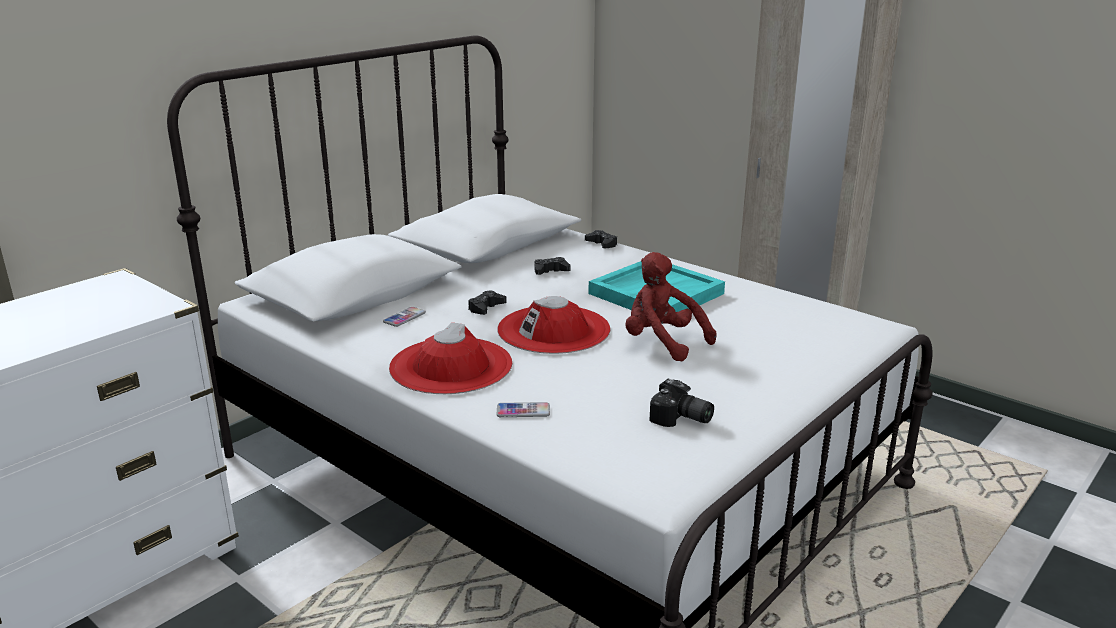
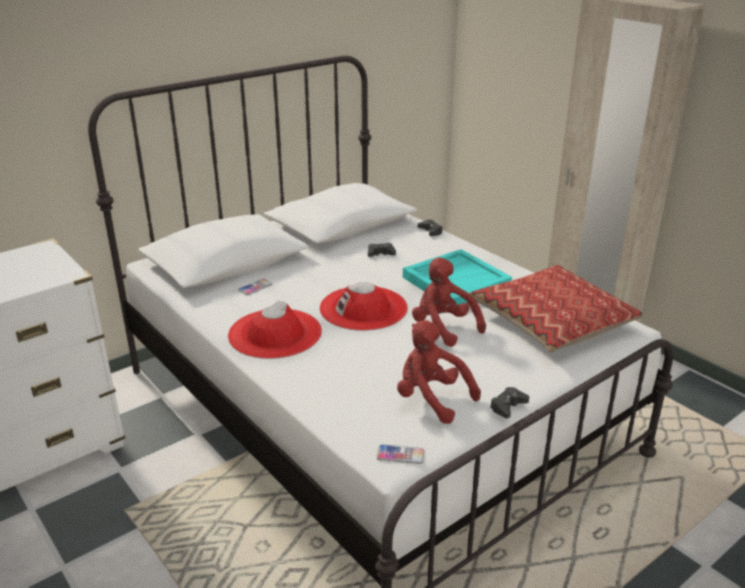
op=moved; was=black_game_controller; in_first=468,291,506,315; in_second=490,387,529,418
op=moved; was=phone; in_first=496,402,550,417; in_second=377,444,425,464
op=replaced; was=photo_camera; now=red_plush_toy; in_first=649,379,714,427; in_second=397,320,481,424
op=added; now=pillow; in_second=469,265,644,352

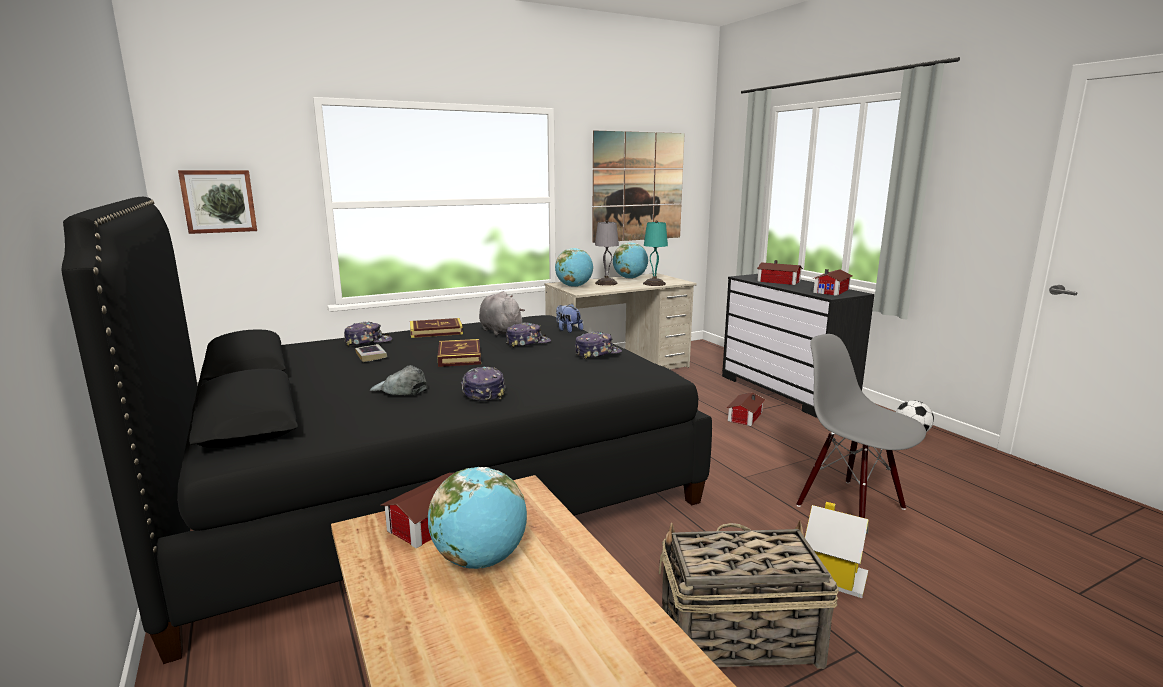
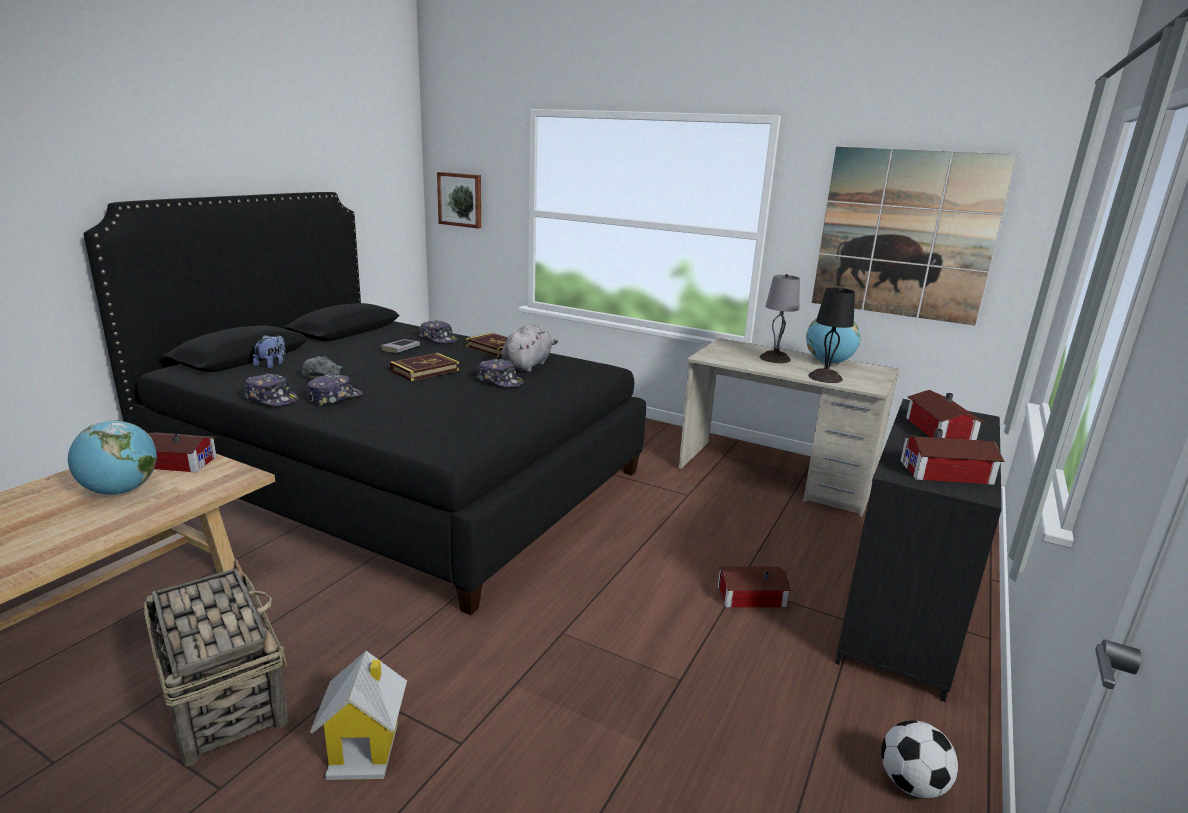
op=removed; was=globe; in_first=555,248,593,287
op=moved; was=plush_toy; in_first=556,304,583,333; in_second=253,335,285,368
op=moved; was=cap; in_first=575,332,622,359; in_second=244,373,298,406
op=recoloured; was=turquoise_table_lamp; now=black_table_lamp; in_first=643,220,668,286; in_second=808,287,855,383
op=removed; was=grey_chair; in_first=796,334,926,518

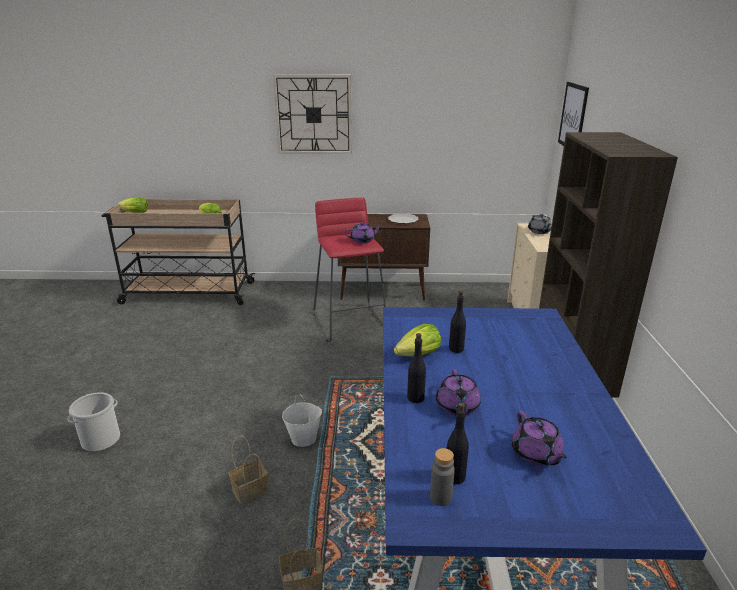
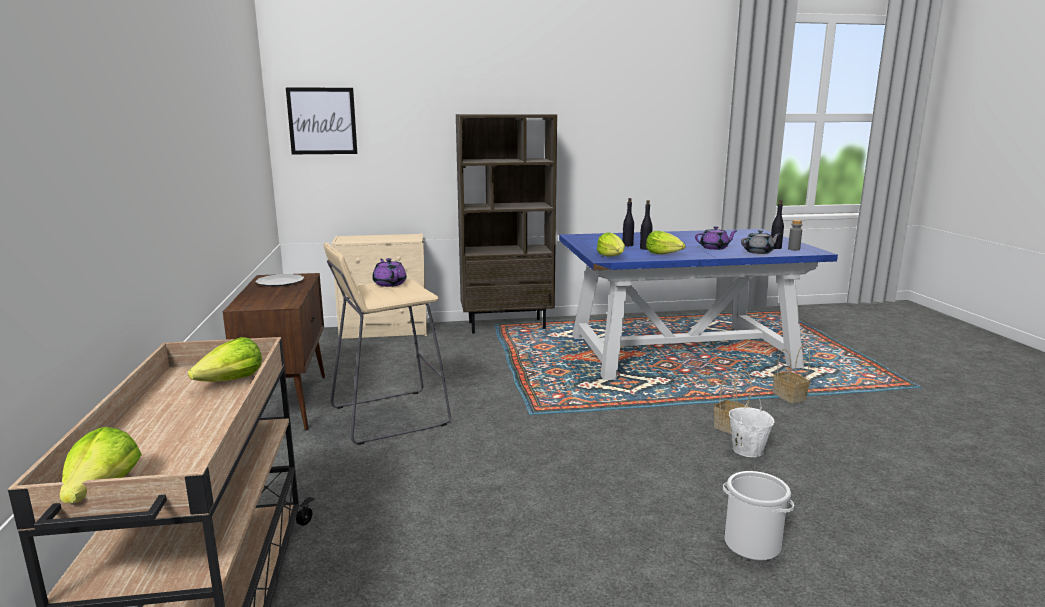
op=removed; was=wall_clock; in_first=273,75,352,154
op=moved; was=white_bucket; in_first=282,394,322,447; in_second=729,393,774,457
op=recoloured; was=red_stool; now=beige_stool; in_first=313,197,386,342; in_second=323,243,451,445
op=moved; was=black_bottle; in_first=407,333,426,403; in_second=623,198,634,246
op=removed; was=purple_teapot; in_first=511,411,567,465
op=moved; was=grey_teapot; in_first=528,214,552,234; in_second=741,230,781,254
op=added; now=lettuce; in_second=597,232,625,257

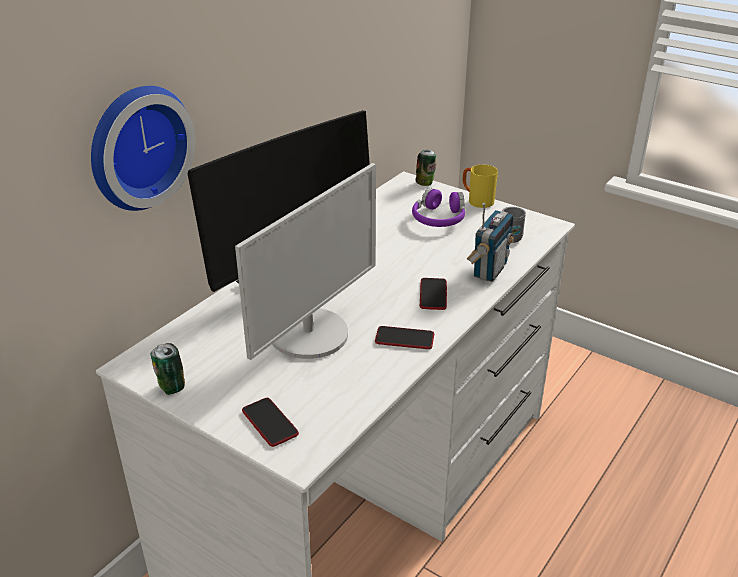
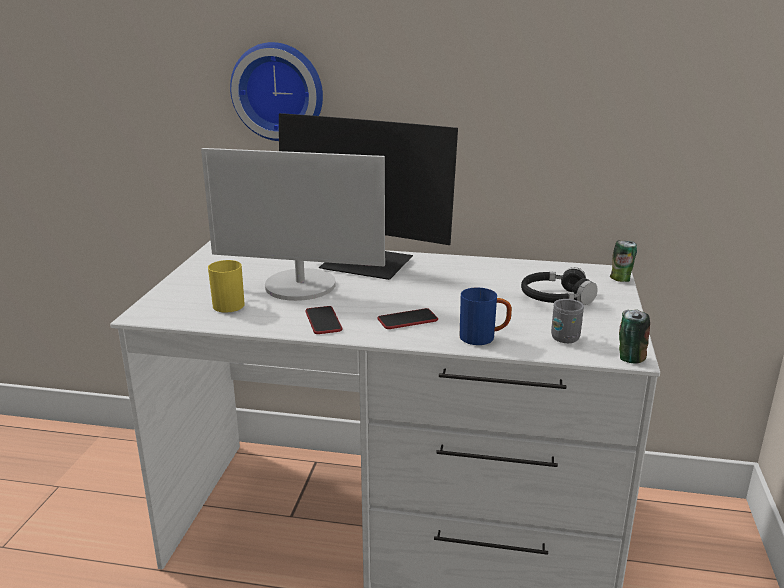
op=moved; was=can; in_first=151,343,185,395; in_second=619,309,650,364
op=removed; was=phone; in_first=242,398,299,447
op=recoloured; was=purple_headphones; now=black_headphones; in_first=412,188,465,227; in_second=521,267,598,305
op=moved; was=yellow_mug; in_first=463,165,498,208; in_second=208,260,245,313
op=replaced; was=radio; now=blue_mug; in_first=467,203,514,282; in_second=459,288,512,345

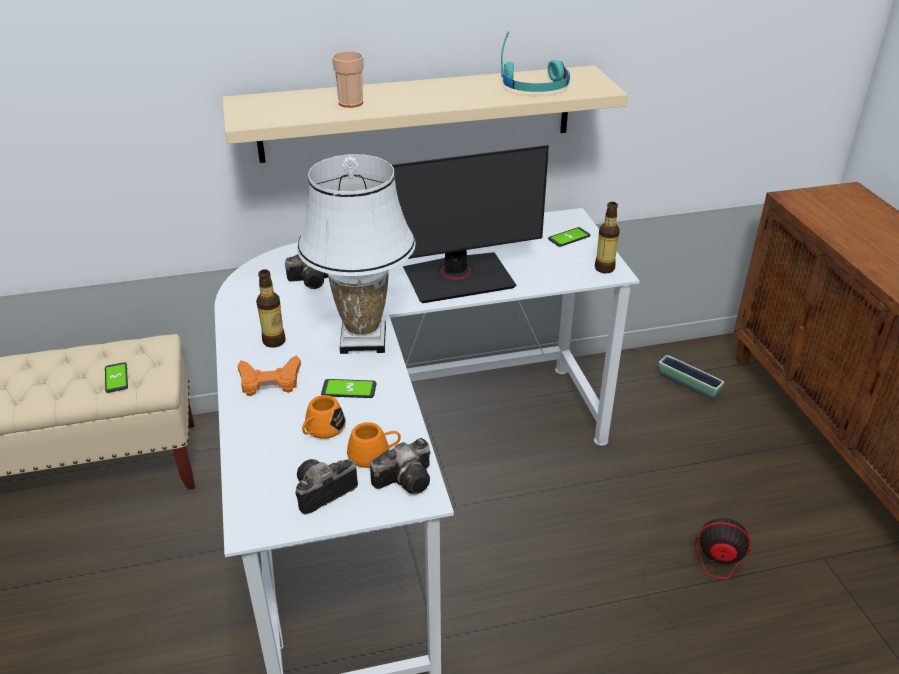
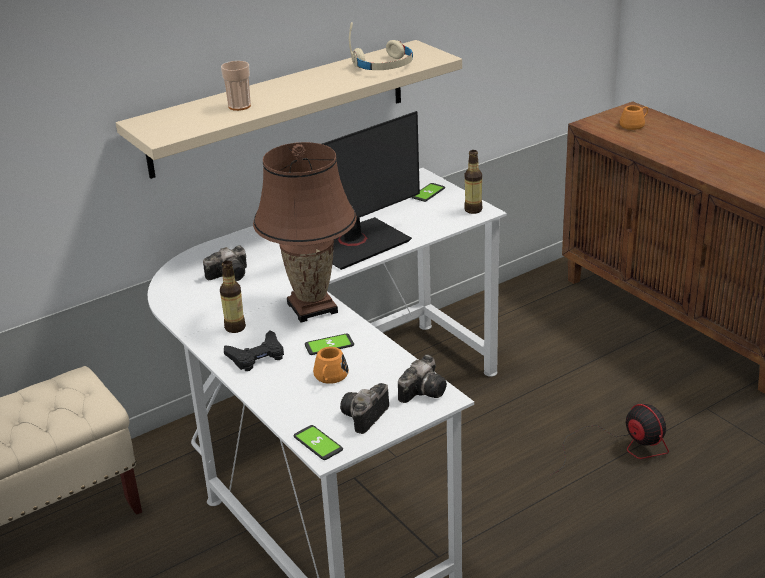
op=moved; was=phone; in_first=105,362,128,393; in_second=293,425,343,460
op=recoloured; was=orange_game_controller; now=black_game_controller; in_first=237,355,301,396; in_second=224,330,284,371
op=recoloured; was=white_table_lamp; now=brown_table_lamp; in_first=297,154,416,354; in_second=253,142,357,323
op=moved; was=orange_mug; in_first=347,422,401,468; in_second=620,105,648,130
op=recoloured; was=turquoise_headphones; now=beige_headphones; in_first=501,31,570,92; in_second=349,22,413,70
op=turned; was=fan; in_first=642,518,751,653; in_second=551,404,669,475; clockwise=60
op=removed; was=planter; in_first=659,355,724,399

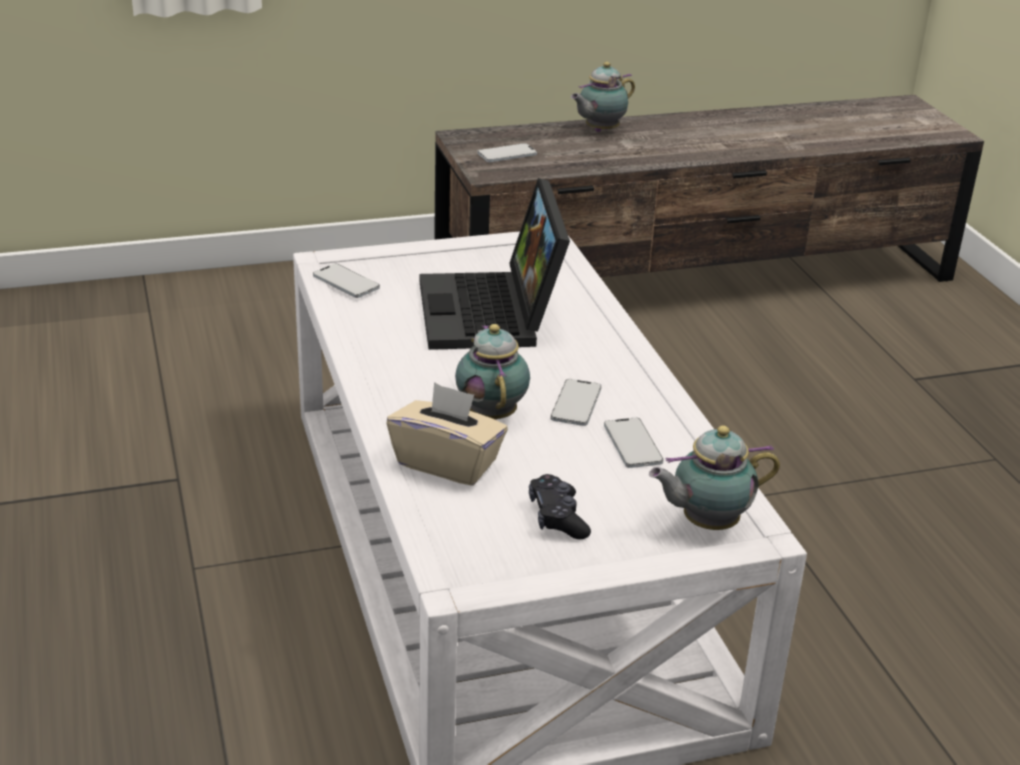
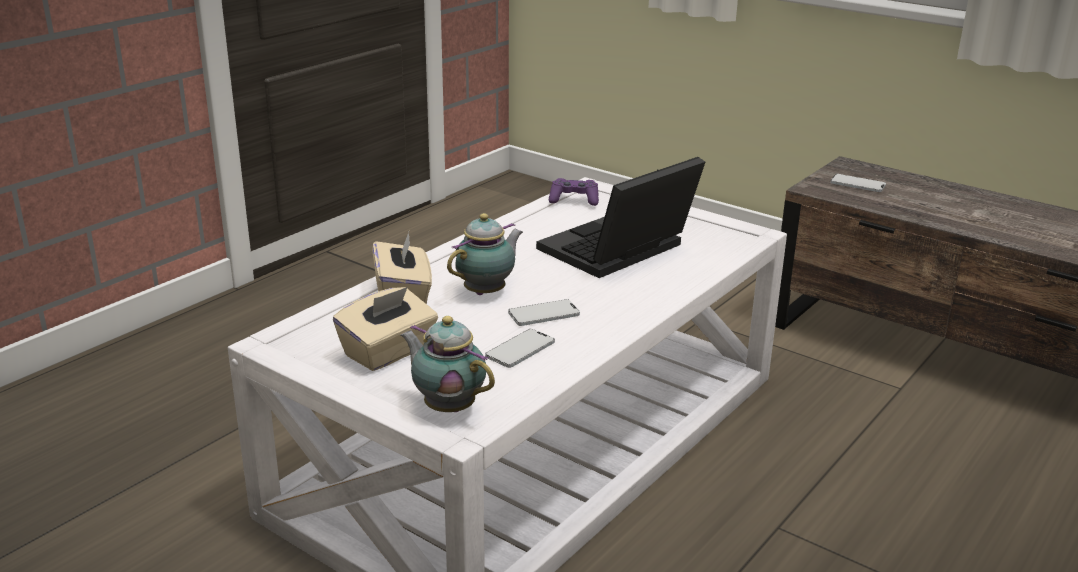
op=replaced; was=phone; now=purple_game_controller; in_first=313,263,380,298; in_second=549,178,599,206
op=replaced; was=black_game_controller; now=beige_tissue_box; in_first=529,474,591,539; in_second=333,287,438,371
op=removed; was=teapot; in_first=571,62,635,132

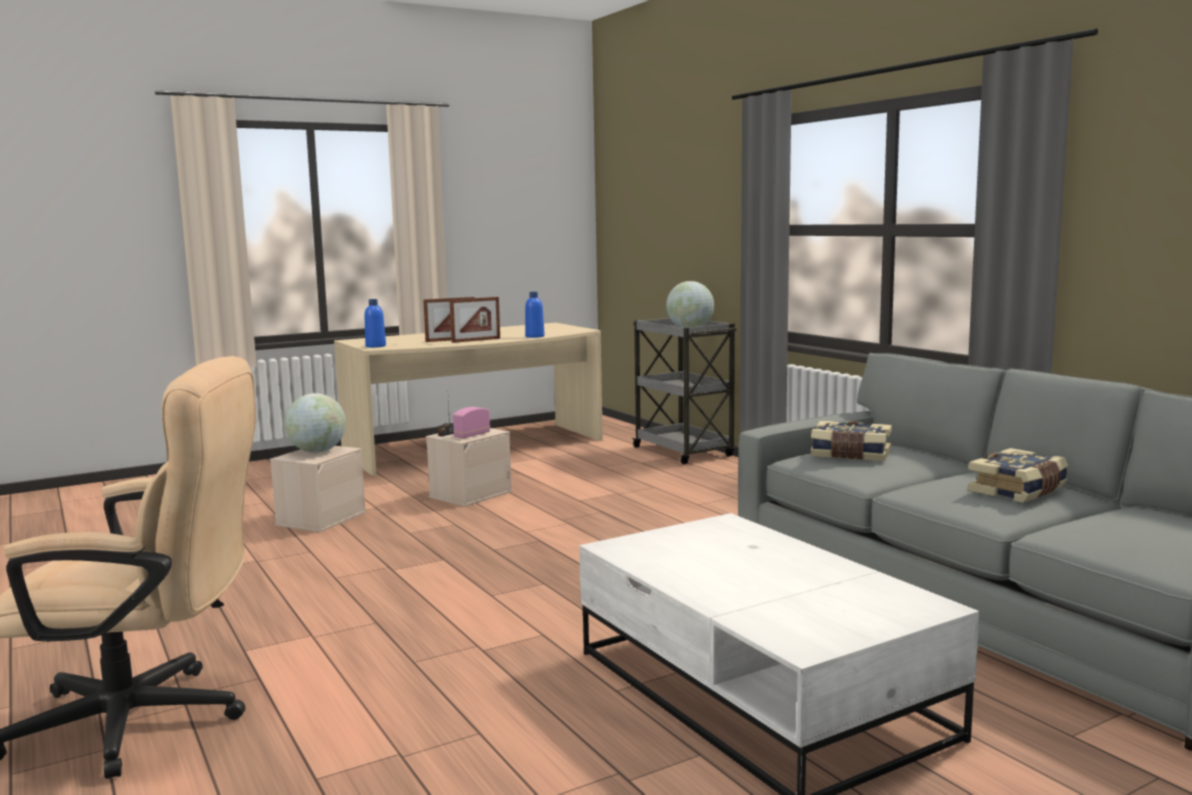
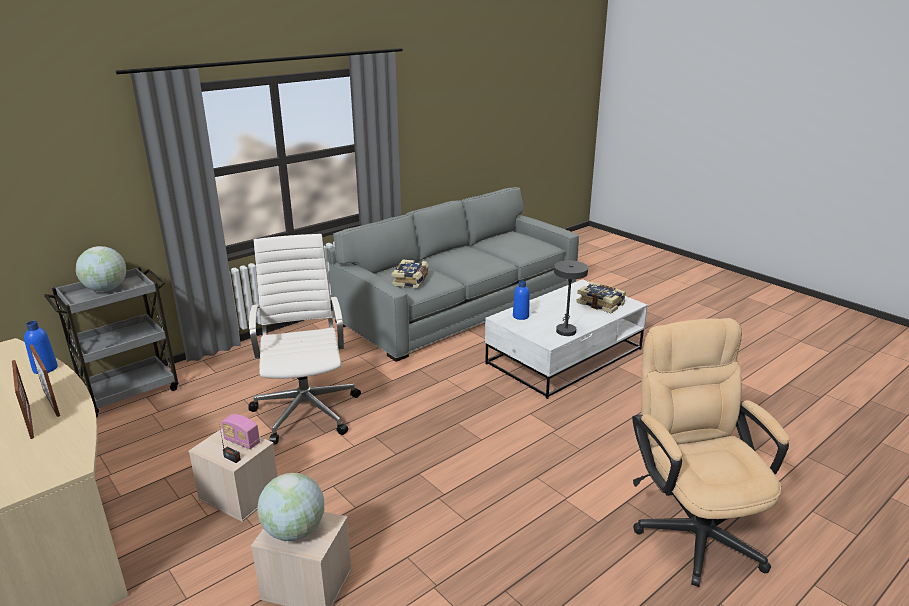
op=moved; was=blue_bottle; in_first=364,299,386,348; in_second=513,280,529,320
op=moved; was=book; in_first=967,448,1068,503; in_second=576,282,626,313
op=added; now=white_office_chair; in_second=249,234,361,445
op=added; now=grey_table_lamp; in_second=554,260,588,336

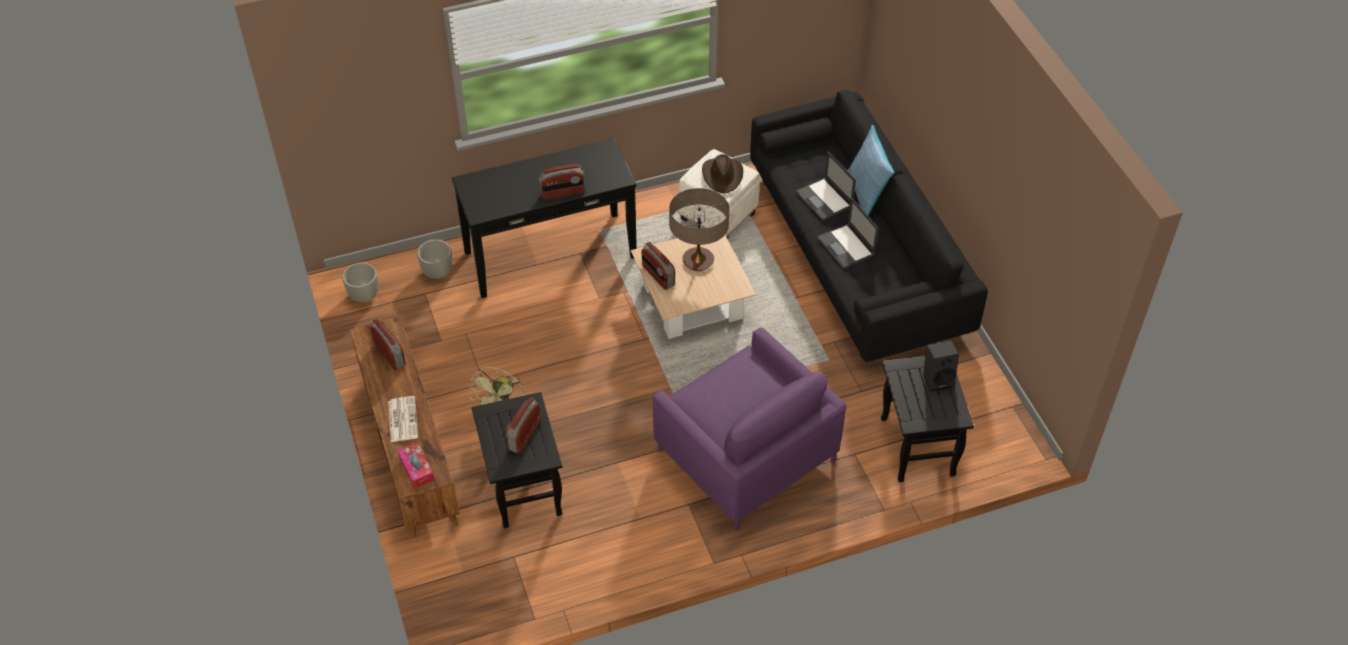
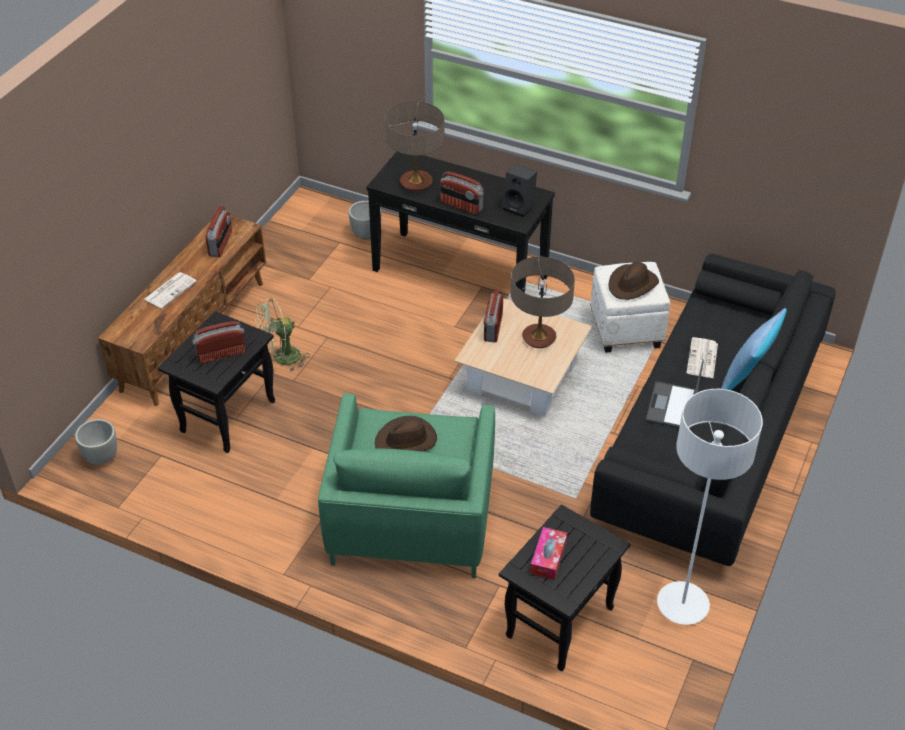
op=moved; was=grey_planter; in_first=342,262,378,302; in_second=75,419,117,465
op=moved; was=tissue_box; in_first=397,442,435,489; in_second=530,527,567,580
op=recoloured; was=purple_armchair; now=green_armchair; in_first=653,327,847,531; in_second=318,394,495,578
op=replaced; was=laptop; now=newspaper; in_first=795,151,856,221; in_second=686,337,718,378
op=moved; was=black_speaker; in_first=923,340,959,391; in_second=503,164,537,217
op=added; now=brown_hat; in_second=375,416,437,451
op=added; now=table_lamp; in_second=385,101,445,191
op=added; now=white_floor_lamp; in_second=657,389,763,625

